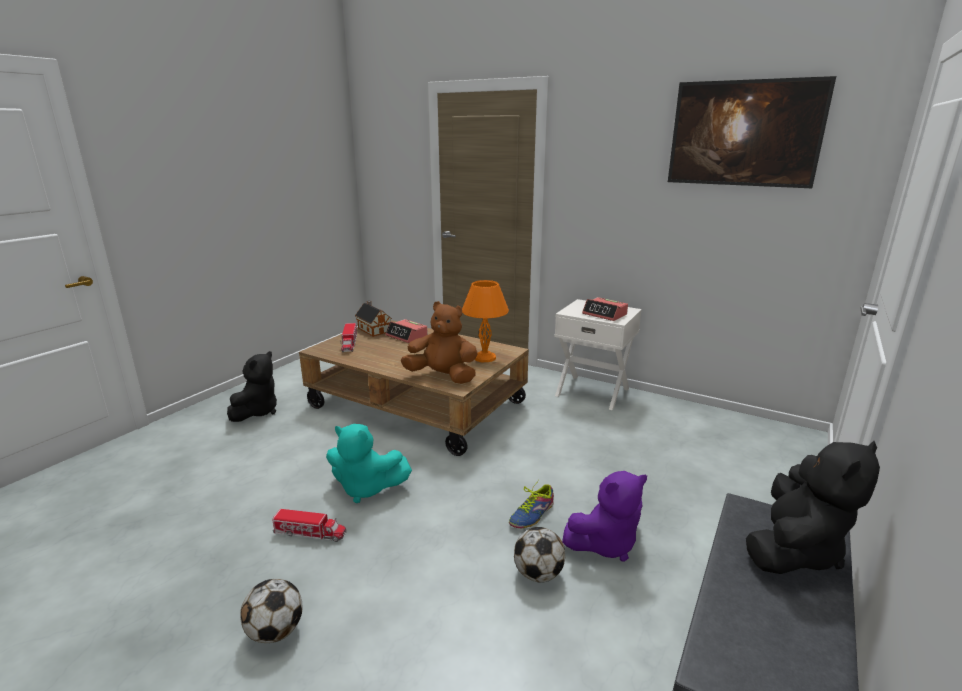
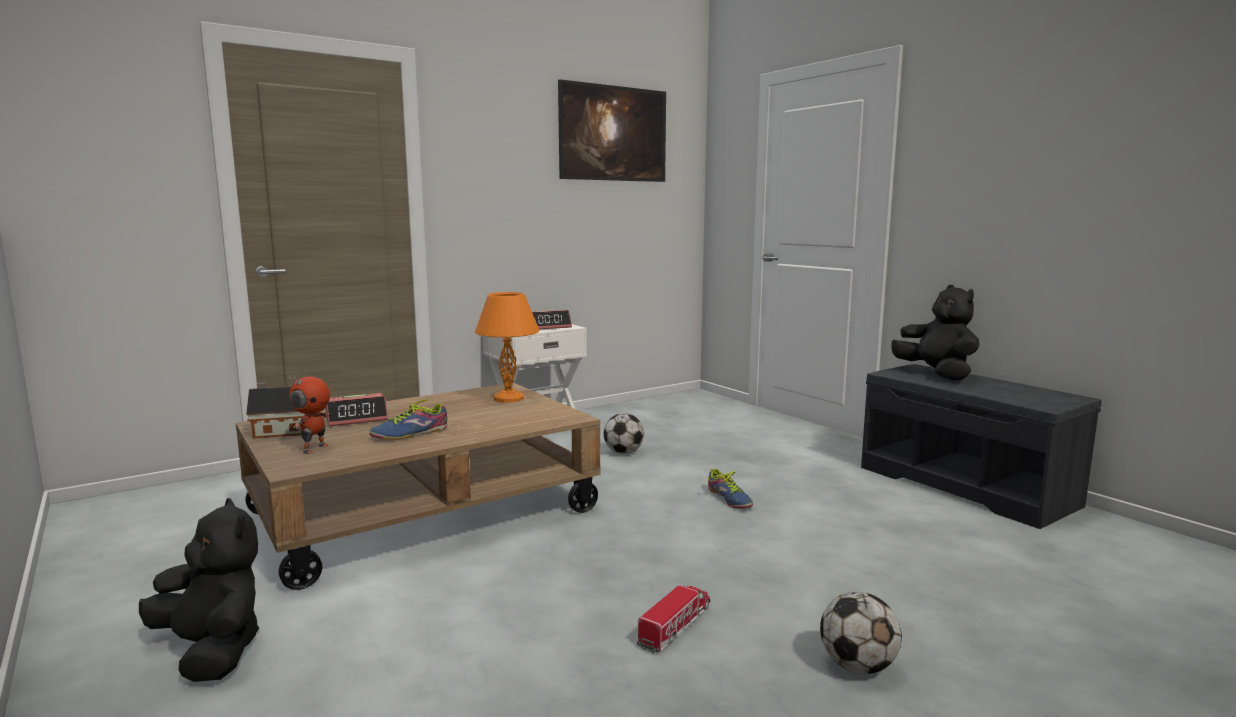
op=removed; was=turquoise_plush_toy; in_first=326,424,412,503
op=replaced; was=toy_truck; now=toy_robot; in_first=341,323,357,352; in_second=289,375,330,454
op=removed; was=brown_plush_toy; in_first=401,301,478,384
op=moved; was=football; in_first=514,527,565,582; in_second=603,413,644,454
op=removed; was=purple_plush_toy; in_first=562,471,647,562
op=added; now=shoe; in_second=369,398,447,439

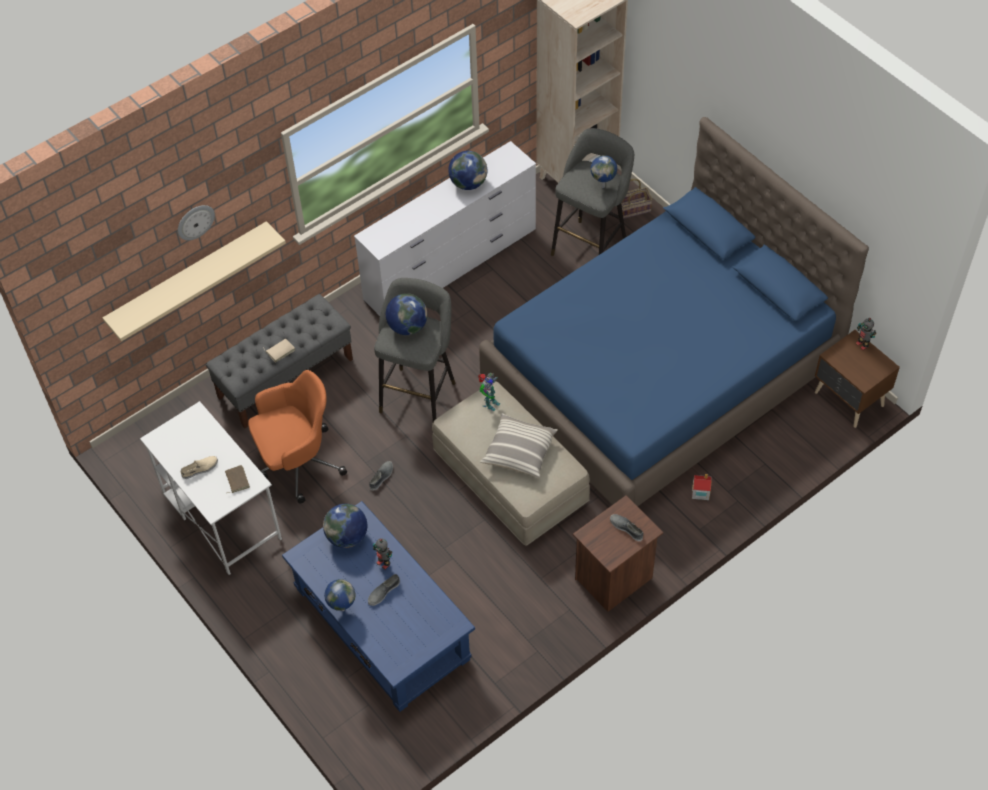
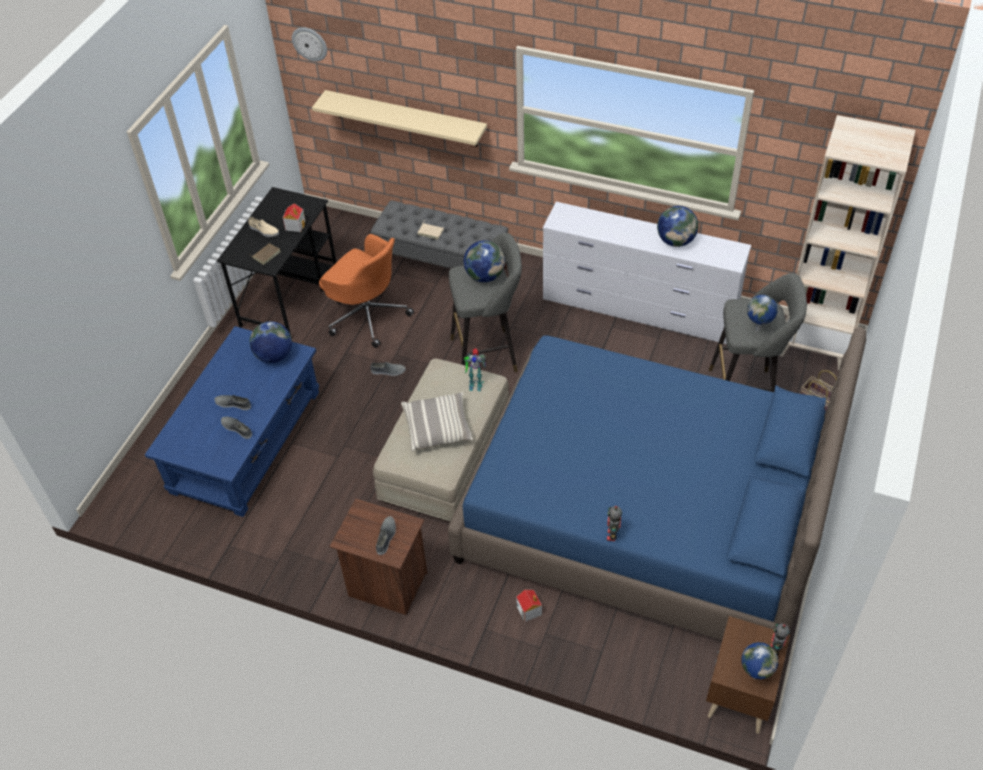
op=recoloured; was=white_desk; now=black_desk; in_first=140,401,282,575; in_second=217,187,336,338
op=moved; was=wall_clock; in_first=178,205,215,240; in_second=292,27,327,62
op=moved; was=globe; in_first=324,579,356,611; in_second=741,642,778,679
op=moved; was=toy_robot; in_first=373,538,392,570; in_second=607,506,622,541
op=added; now=grey_shoe; in_second=221,417,252,439
op=added; now=toy_house; in_second=283,203,306,232

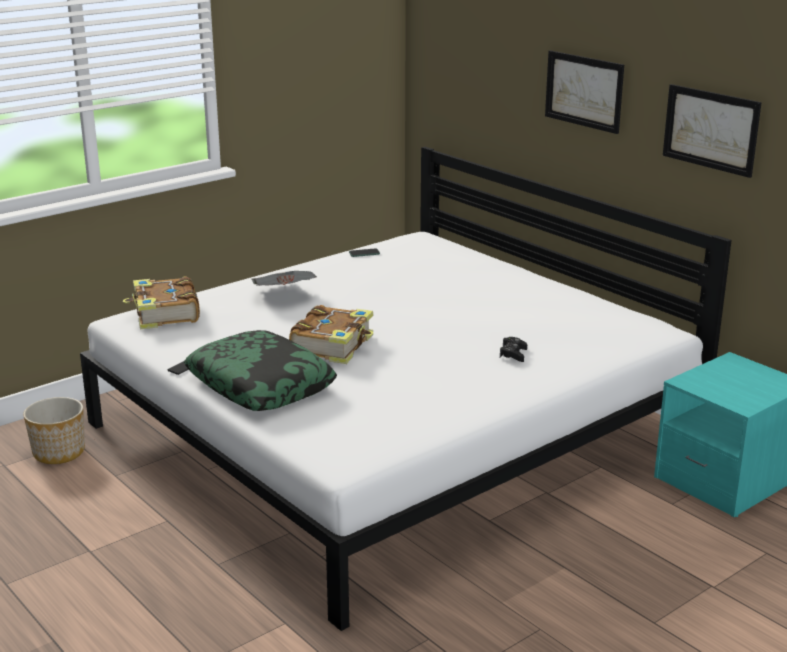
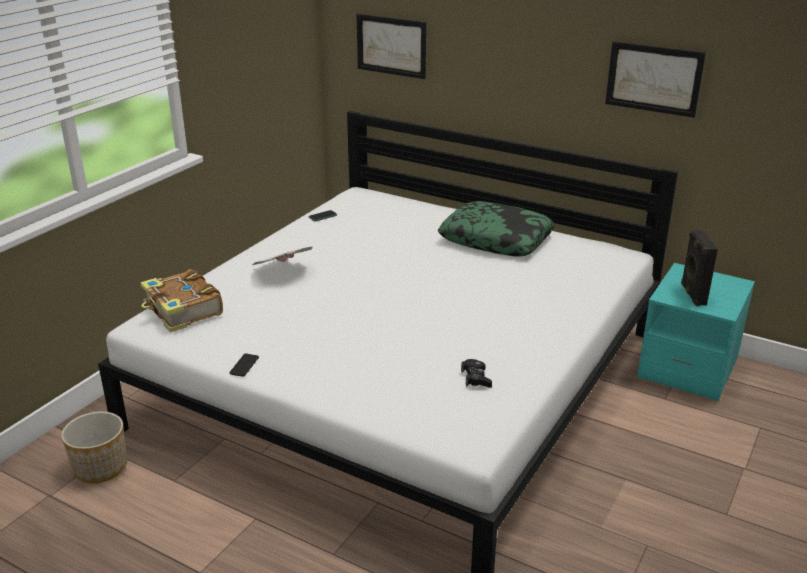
op=moved; was=pillow; in_first=184,330,337,411; in_second=438,201,555,257
op=removed; was=book; in_first=289,305,373,364
op=moved; was=black_game_controller; in_first=500,337,527,362; in_second=461,359,492,388
op=moved; was=picture; in_first=545,50,624,134; in_second=356,14,426,79
op=added; now=black_speaker; in_second=681,229,718,306

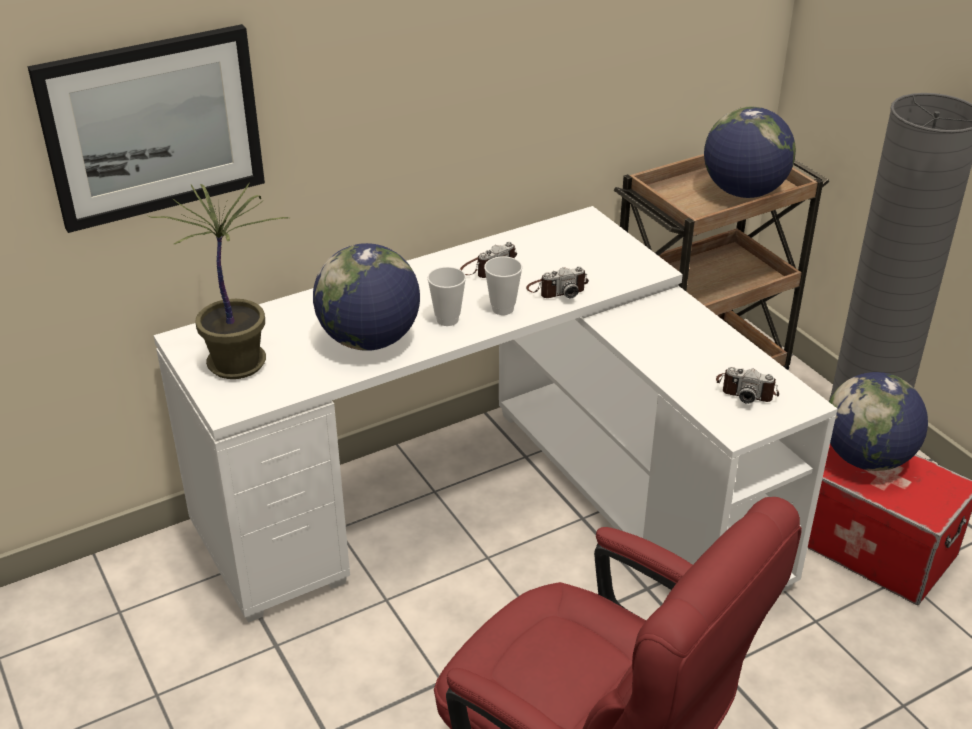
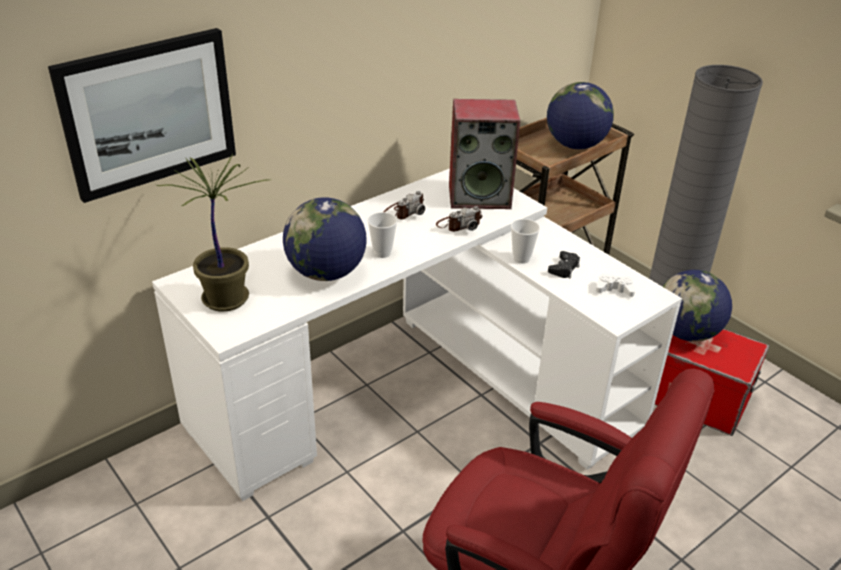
op=moved; was=cup; in_first=484,256,522,315; in_second=511,219,540,264
op=replaced; was=photo_camera; now=white_game_controller; in_first=716,367,779,404; in_second=596,274,635,297
op=added; now=speaker; in_second=449,99,520,209
op=added; now=black_game_controller; in_second=548,251,580,278

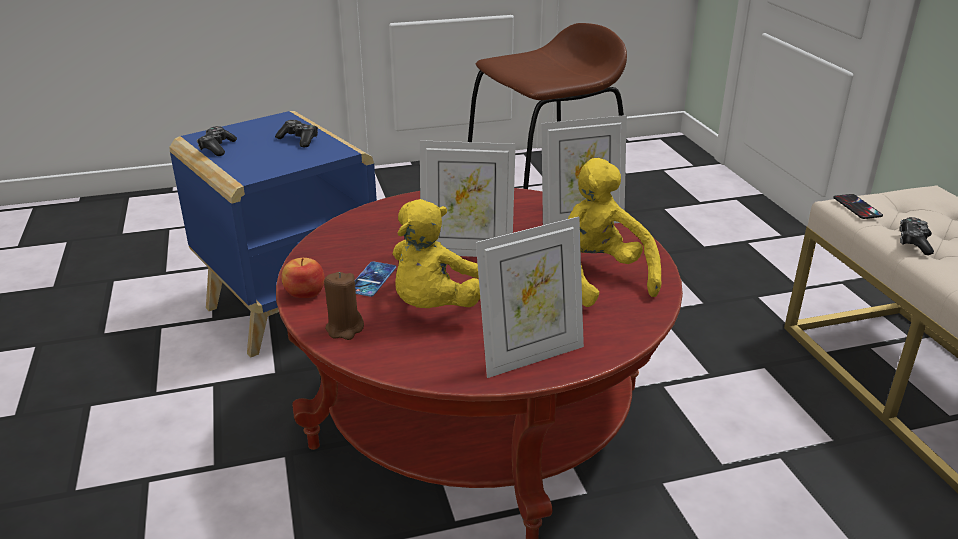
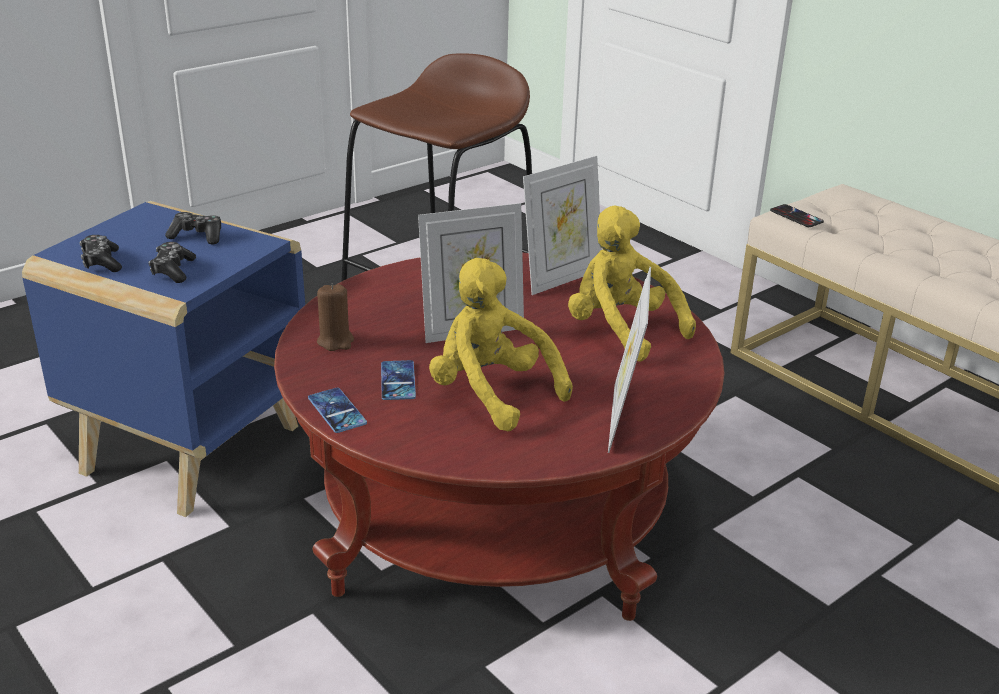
op=replaced; was=apple; now=phone; in_first=282,258,325,298; in_second=308,388,367,433
op=moved; was=brown_candle; in_first=324,272,364,340; in_second=317,284,354,351
op=turned; was=yellow_plush_toy; in_first=393,199,480,308; in_second=429,258,573,431; clockwise=135
op=turned; was=picture_frame; in_first=476,216,584,378; in_second=608,267,651,453; clockwise=150
op=moved; was=game_controller; in_first=900,217,934,255; in_second=148,242,196,283

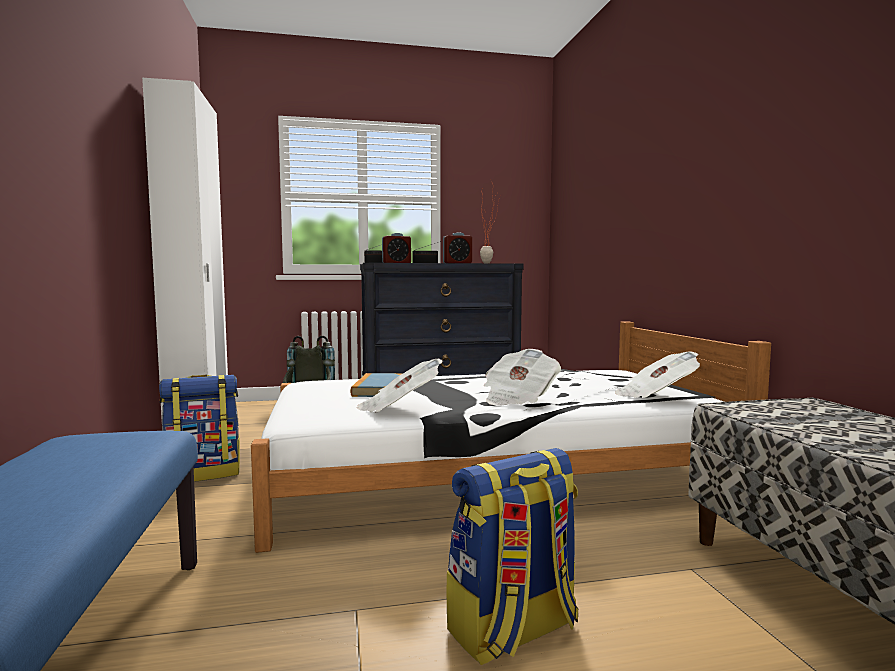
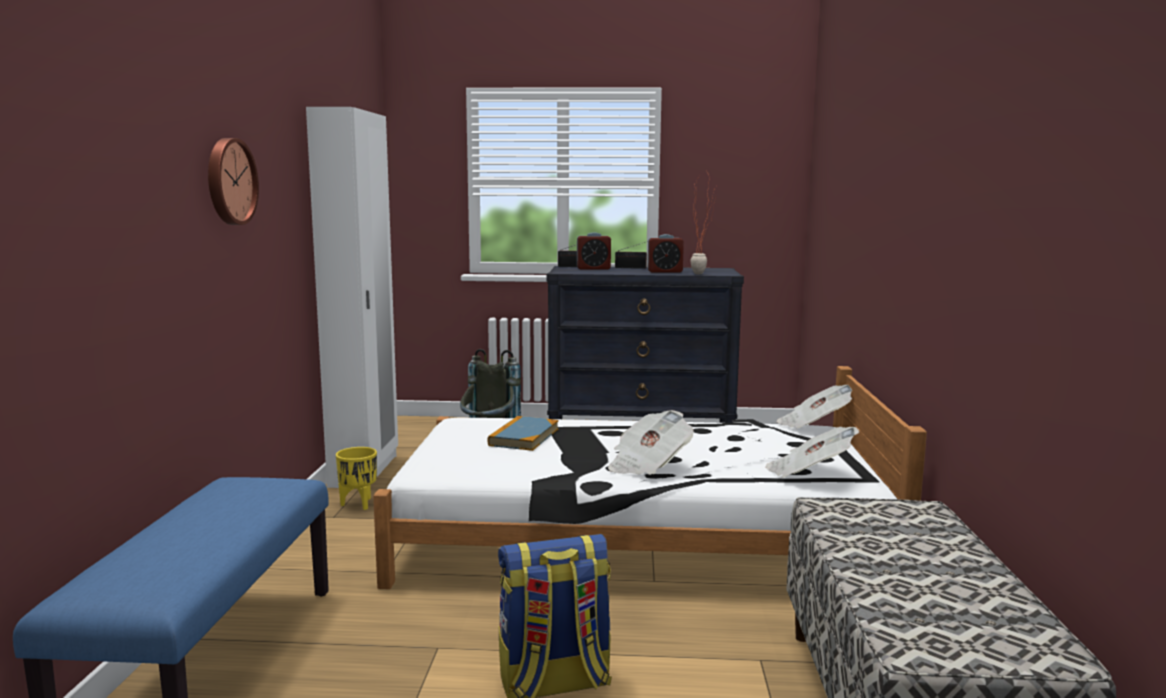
op=replaced; was=backpack; now=yellow_planter; in_first=159,375,240,482; in_second=336,447,377,510
op=moved; was=newspaper; in_first=357,359,443,413; in_second=777,385,852,429
op=added; now=wall_clock; in_second=208,138,259,225

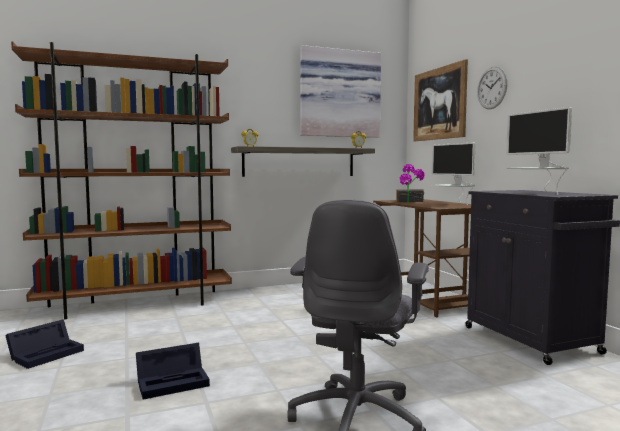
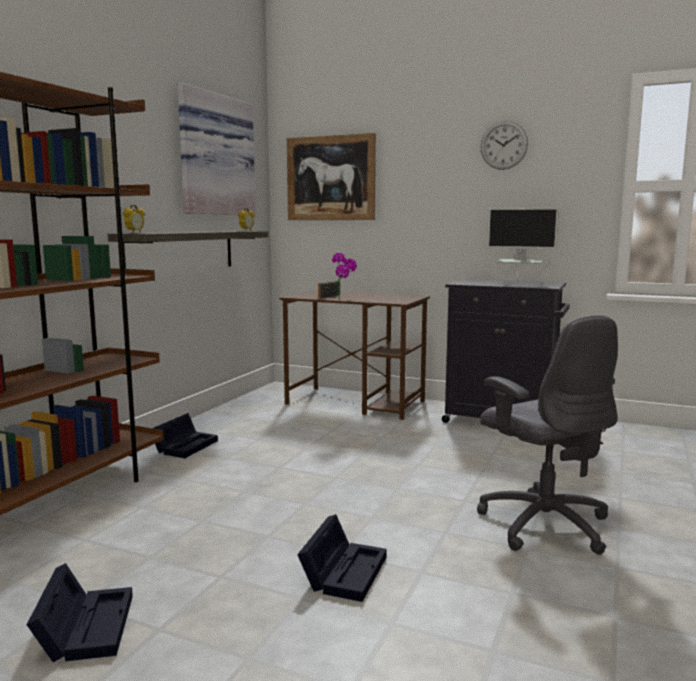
op=removed; was=monitor; in_first=431,142,476,205
op=moved; was=wall_clock; in_first=477,67,507,109; in_second=480,121,528,170
op=added; now=black_storage_box; in_second=153,413,218,458

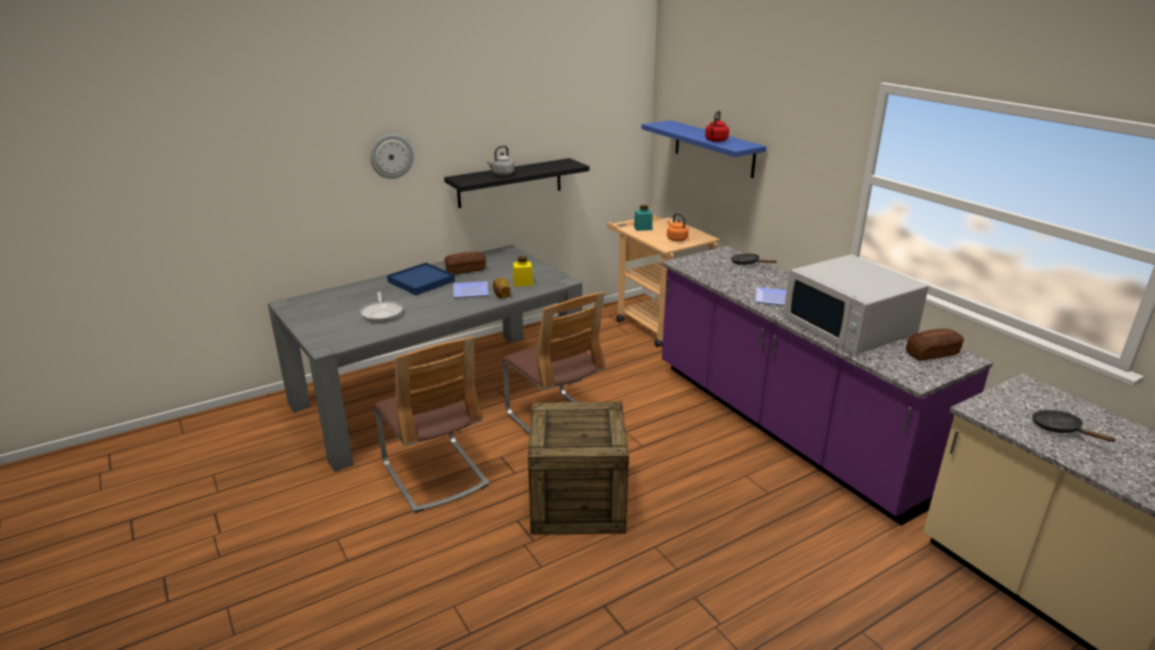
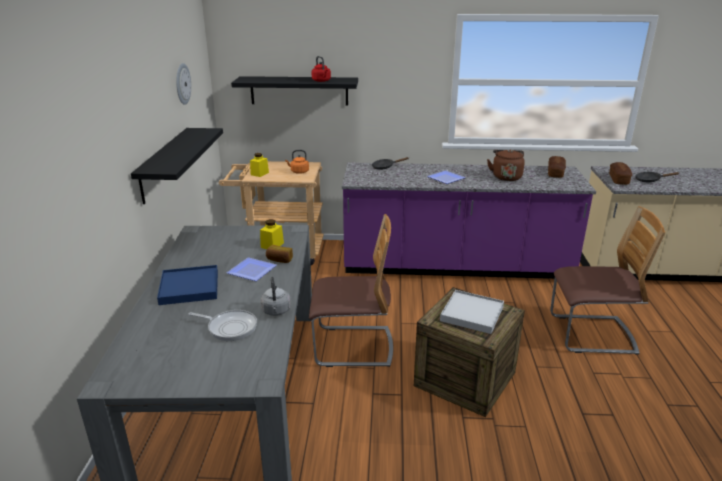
op=moved; was=wall_clock; in_first=370,134,414,179; in_second=176,63,191,105
op=moved; was=chair; in_first=374,337,489,513; in_second=550,206,665,355
op=moved; was=bread; in_first=444,252,486,275; in_second=609,162,632,185
op=moved; was=grey_kettle; in_first=487,146,514,176; in_second=260,277,291,316
op=recoloured; was=turquoise_jar; now=yellow_jar; in_first=634,205,653,231; in_second=250,153,269,177
op=recoloured; was=blue_shelf; now=black_shelf; in_first=641,120,767,178; in_second=231,76,358,106
op=replaced; was=white_microwave; now=brown_kettle; in_first=783,254,929,355; in_second=487,149,525,181
op=added; now=white_tray; in_second=440,290,504,334

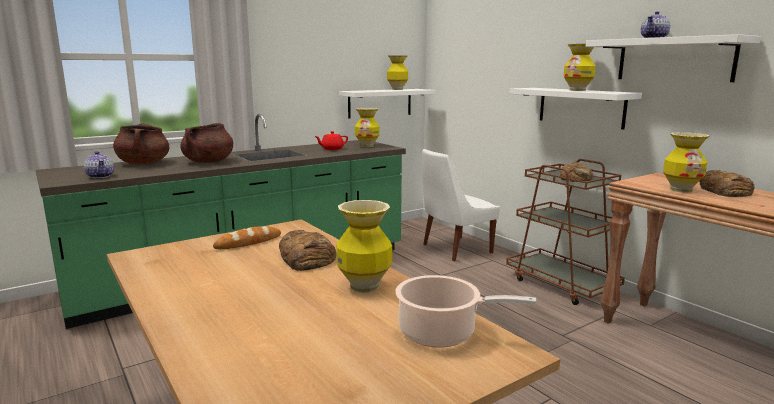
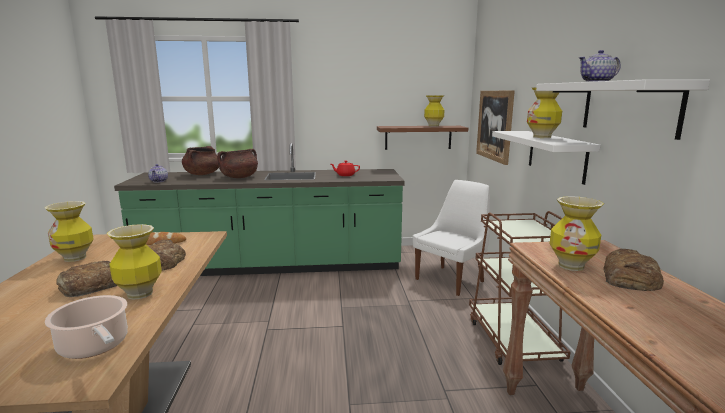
op=recoloured; was=white_shelf; now=brown_shelf; in_first=339,89,435,119; in_second=377,126,468,150
op=moved; was=vase; in_first=355,108,380,147; in_second=45,201,94,262
op=turned; was=white_chair; in_first=422,149,500,261; in_second=413,180,490,296; clockwise=135
op=moved; was=bread; in_first=560,162,593,182; in_second=56,261,117,297
op=added; now=picture; in_second=476,90,515,165

